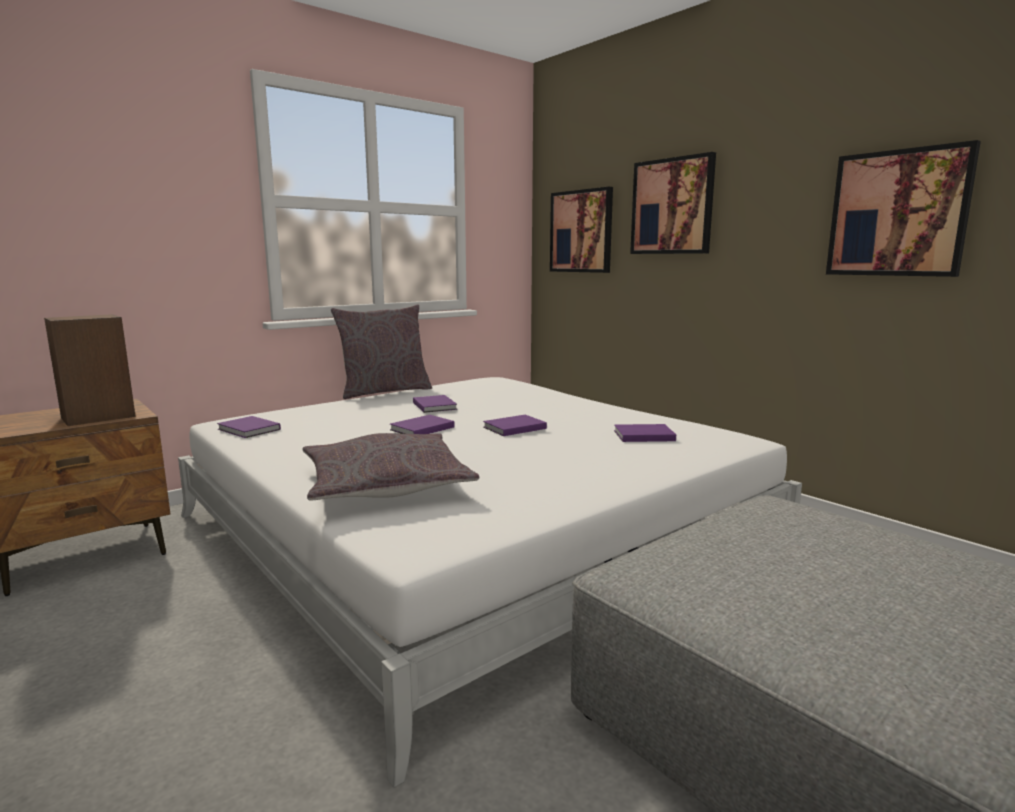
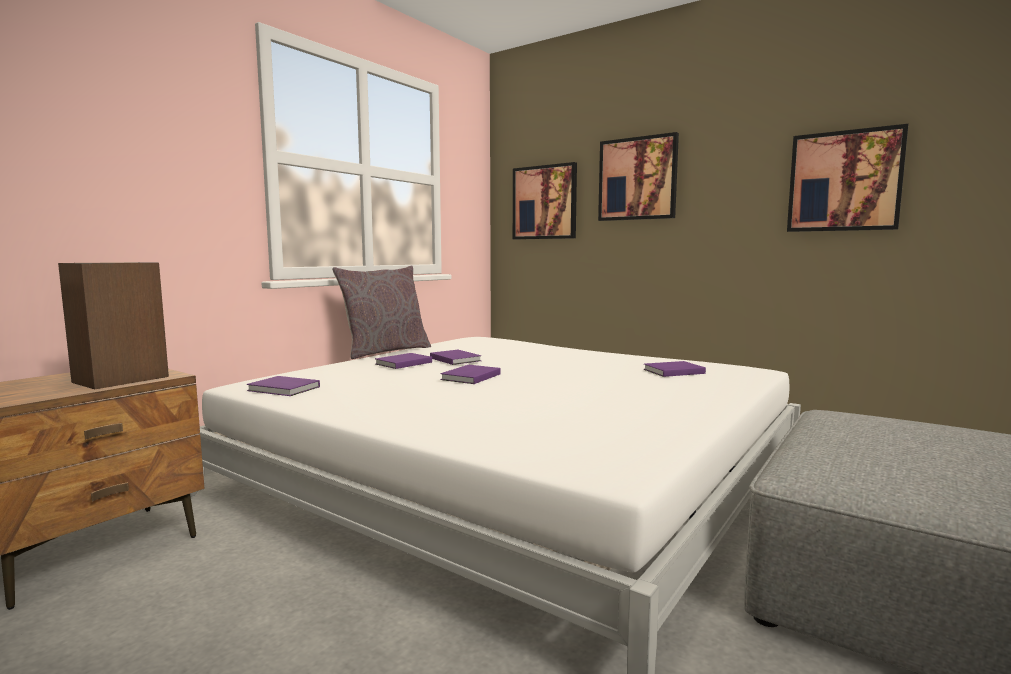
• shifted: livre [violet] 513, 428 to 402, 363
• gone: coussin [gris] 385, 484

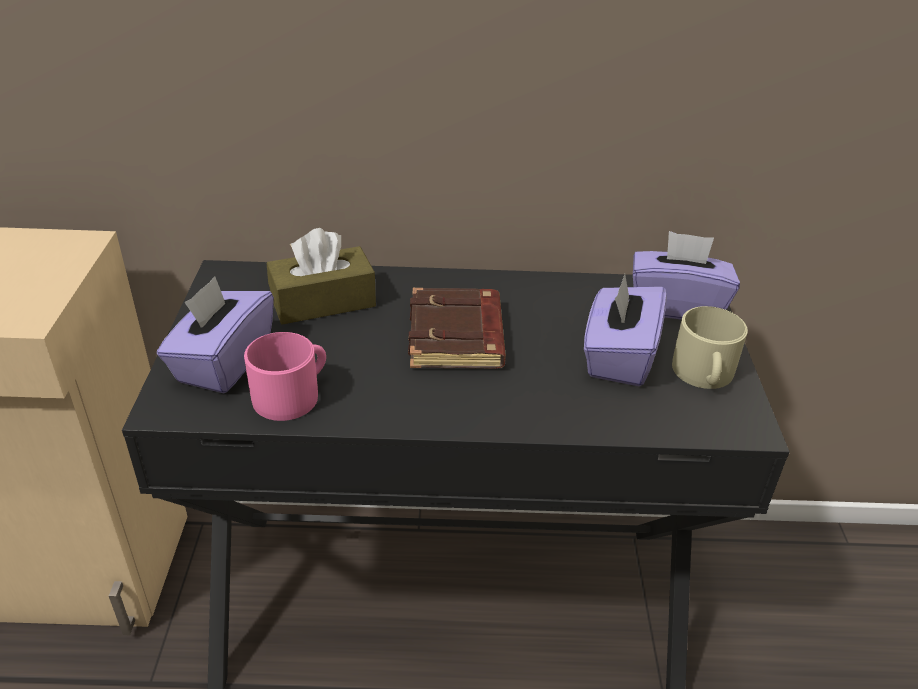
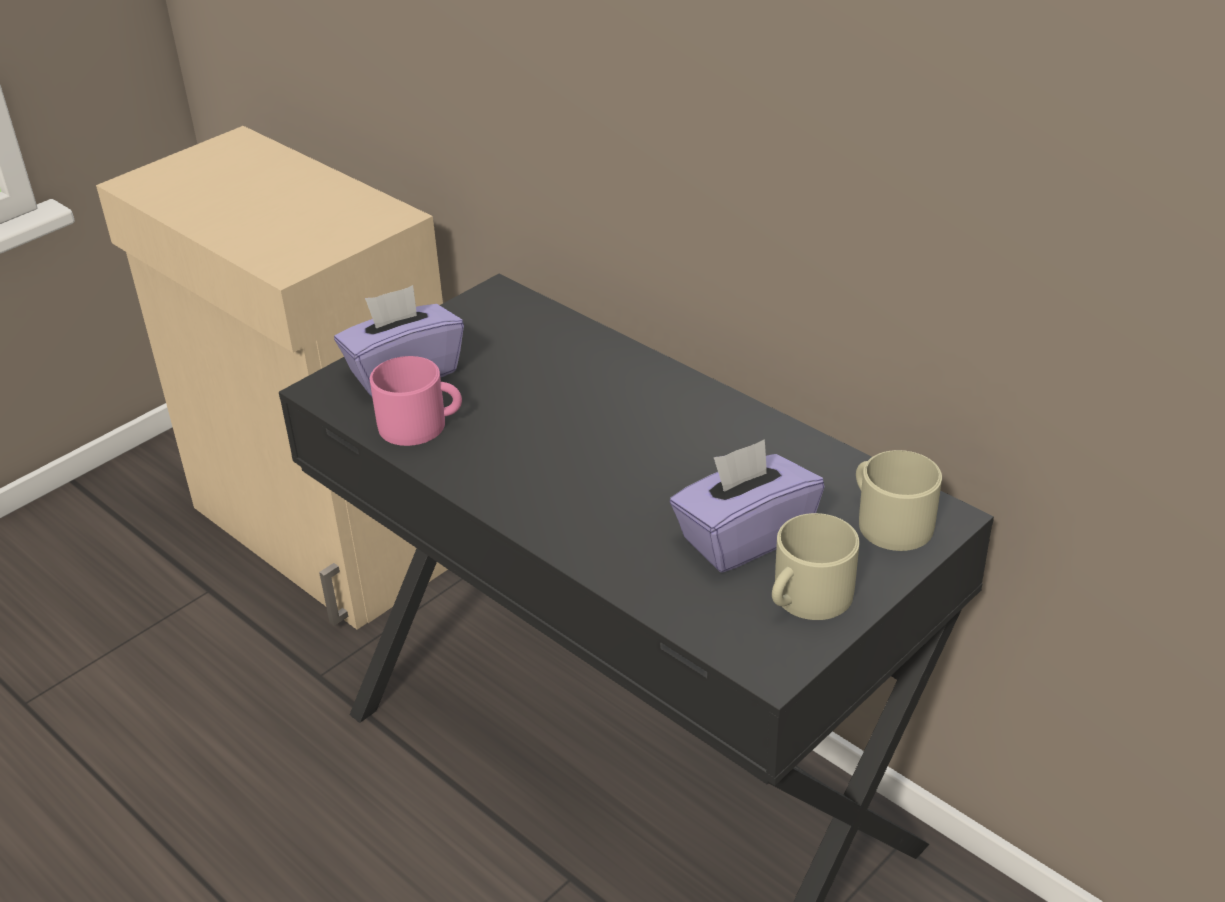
• gone: boîte à mouchoirs [marron] 323, 302
• swapped: boîte à mouchoirs [violet] 676, 305 to mug [beige] 888, 520
• gone: livre [marron] 458, 337

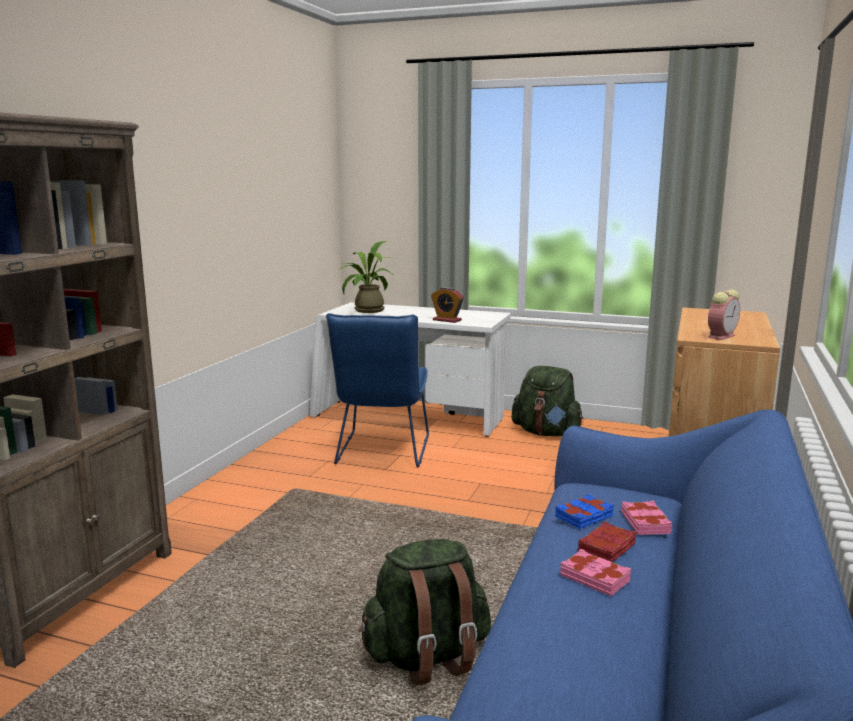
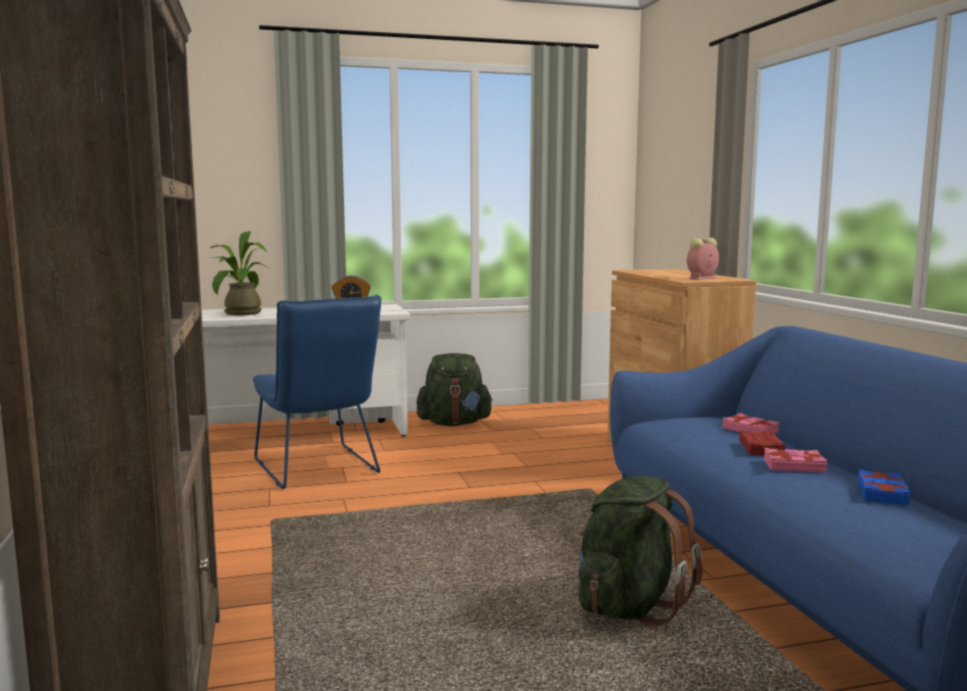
• rotated: réveil 721, 336 = 701, 278 135 degrees counterclockwise
• shifted: livre [bleu] 584, 516 to 883, 493

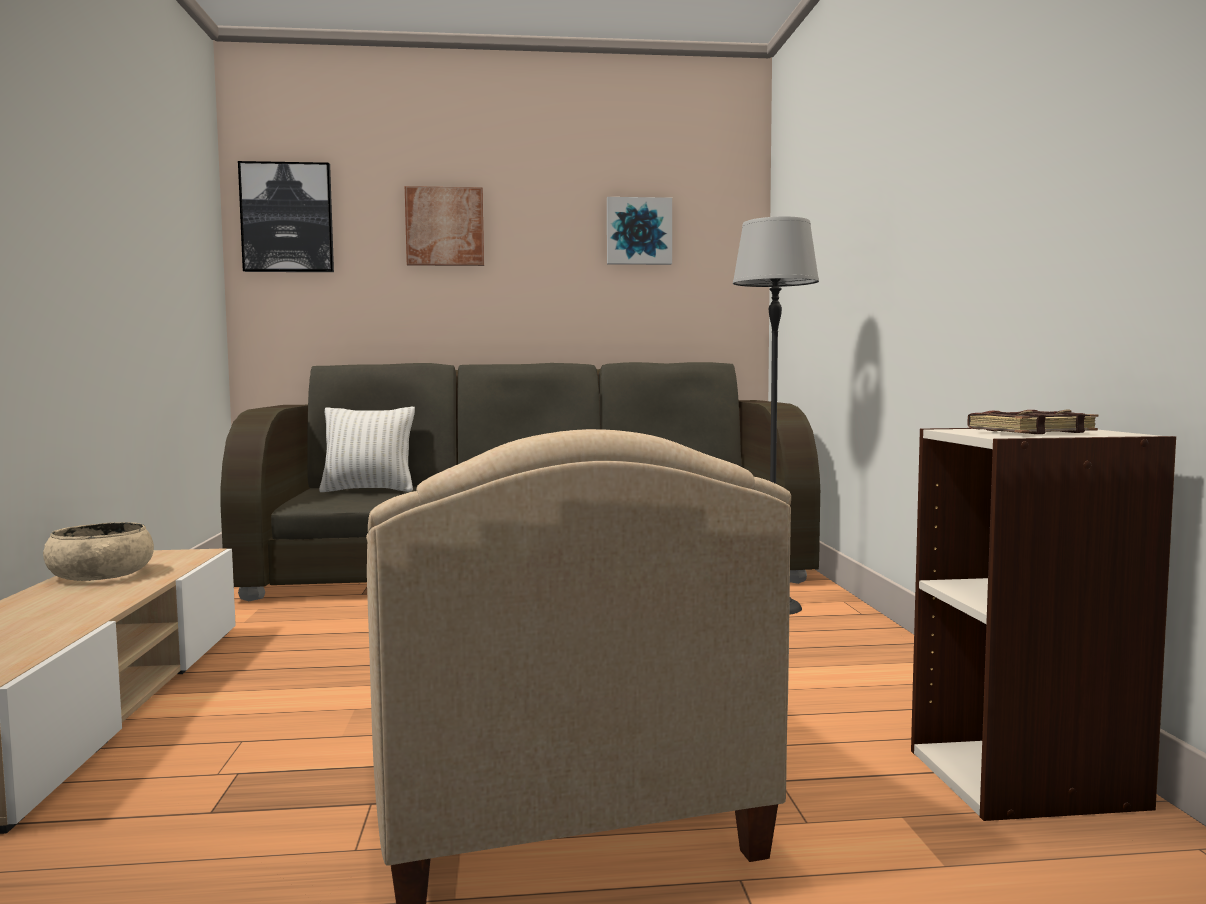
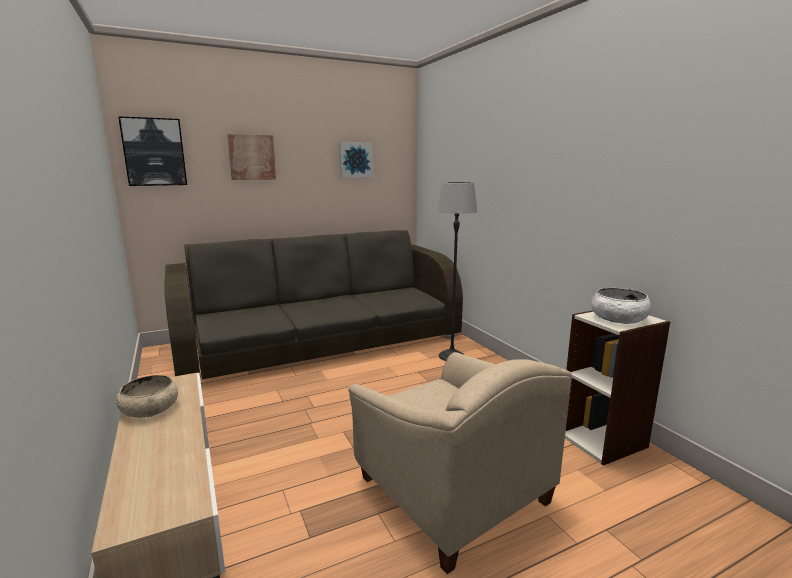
• gone: coussin [blanc] 369, 490
• swapped: livre [marron] 1030, 431 to bol [blanc] 618, 318

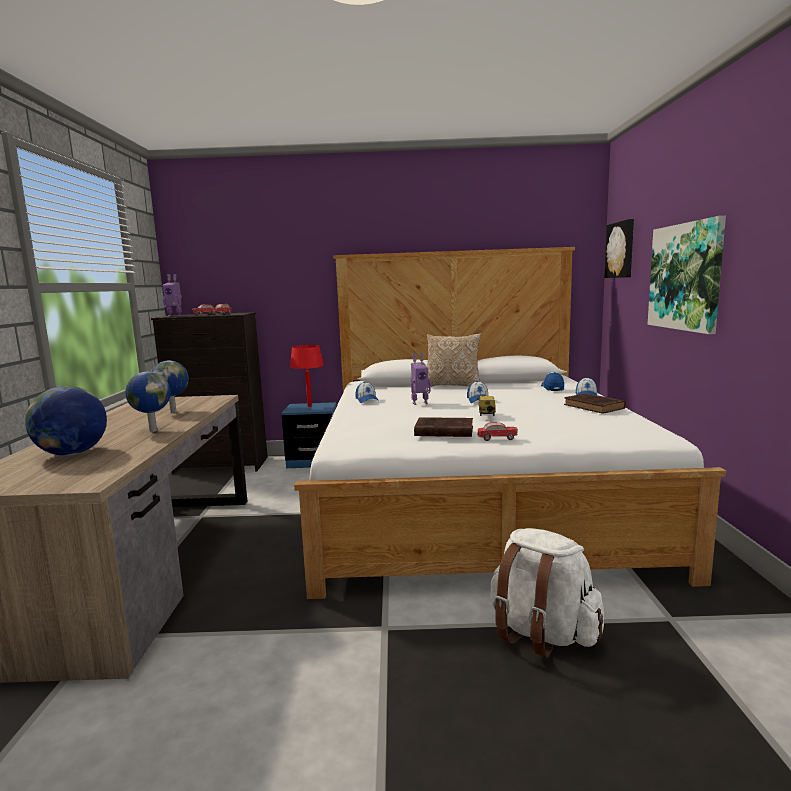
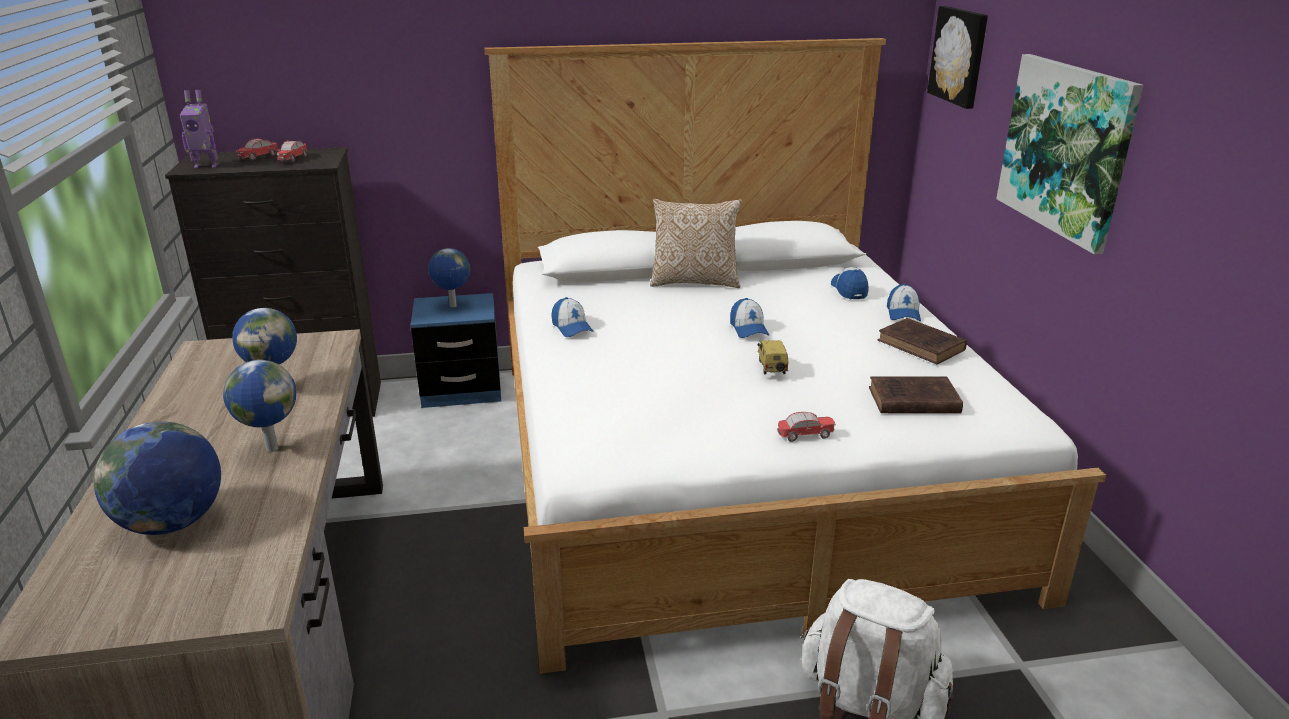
• swapped: lampe de table [rouge] 309, 406 to globe 452, 306
• gone: robot jouet 419, 403
• shifted: livre [marron] 442, 431 to 911, 401

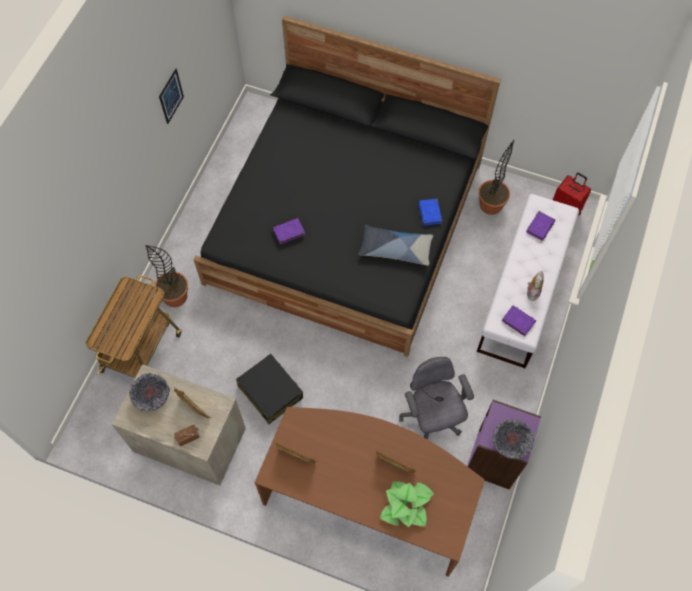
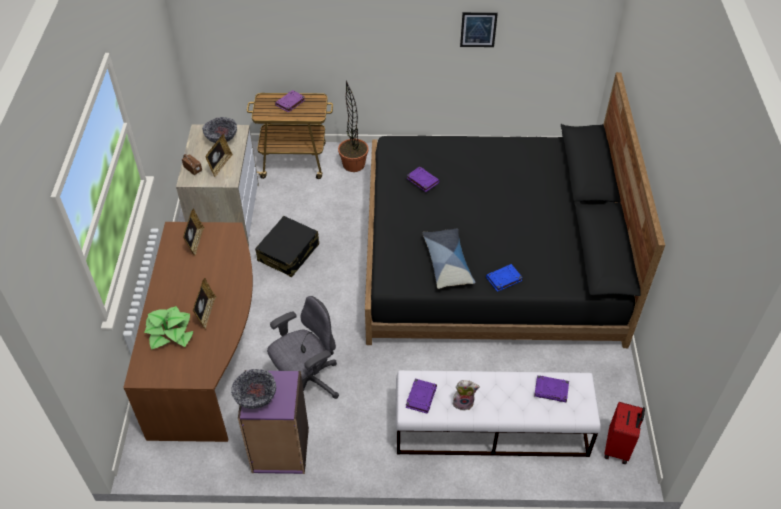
• gone: plante en pot 491, 205
• new: livre [violet] 290, 103

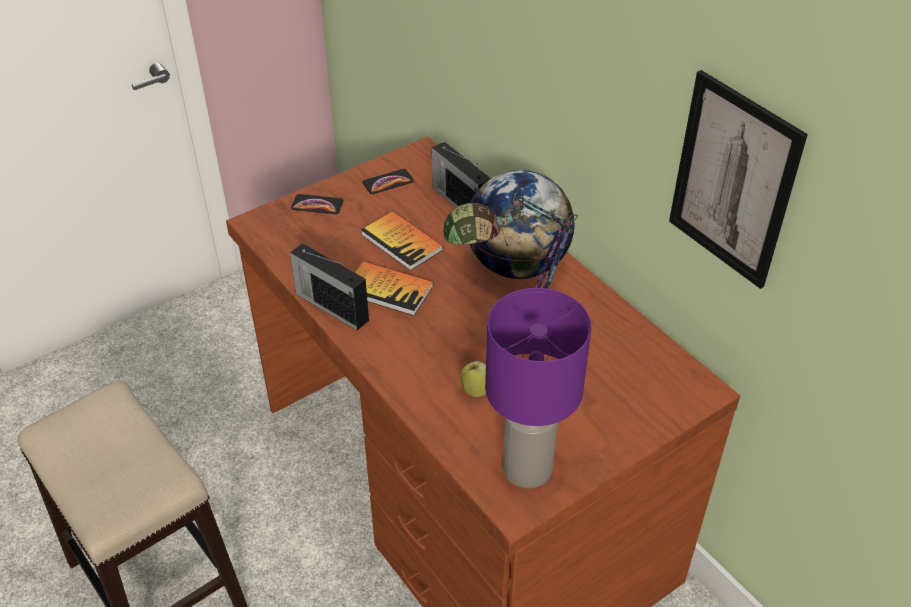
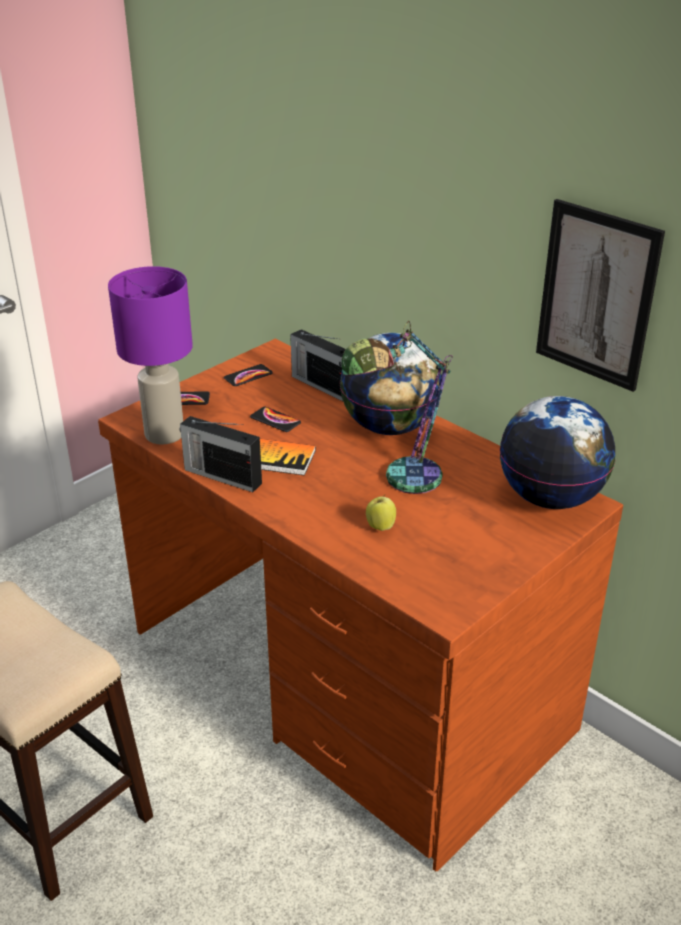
• swapped: livre 402, 242 to téléphone 275, 420
• shifted: lampe de table [violet] 527, 470 to 164, 435
• new: globe 551, 498

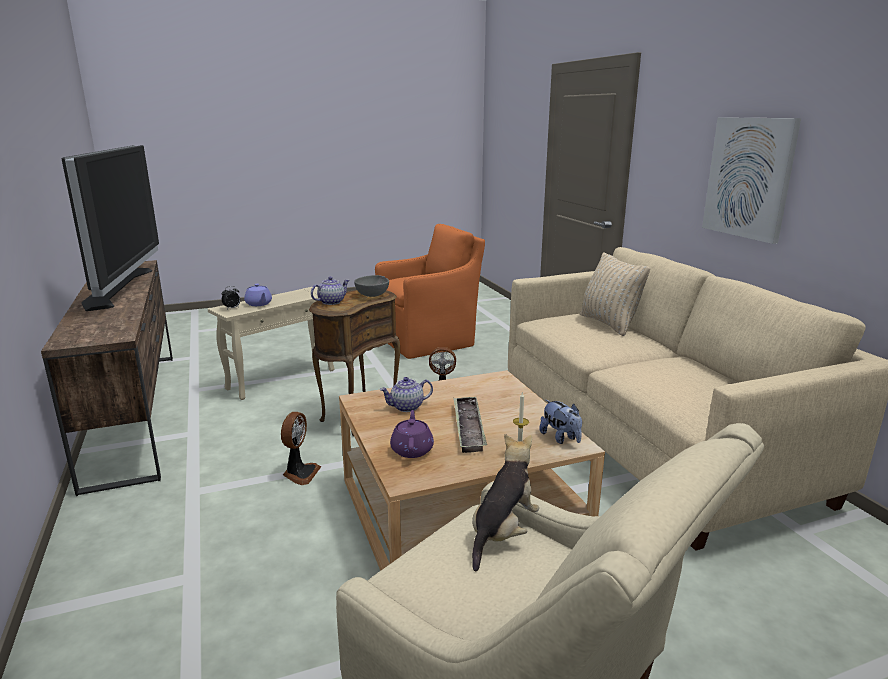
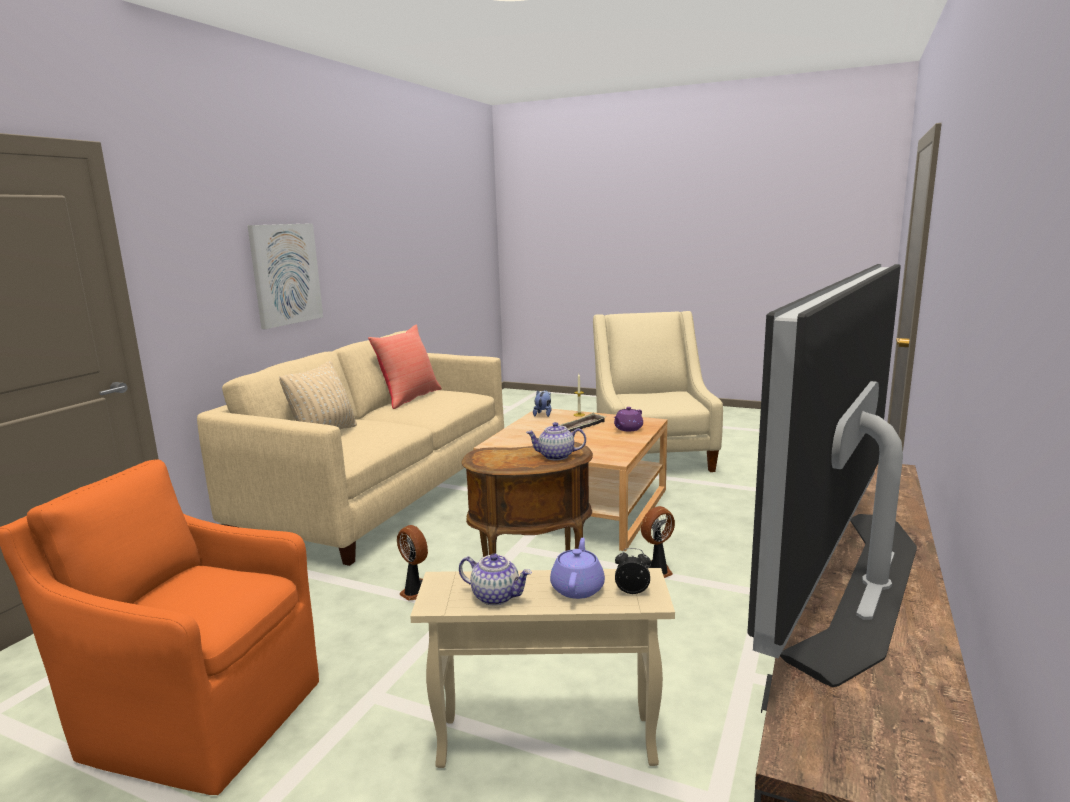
• gone: bol [gris] 373, 295
• shifted: théière 407, 407 to 496, 596
• gone: peluche 503, 532
• new: coussin [rouge] 409, 398

